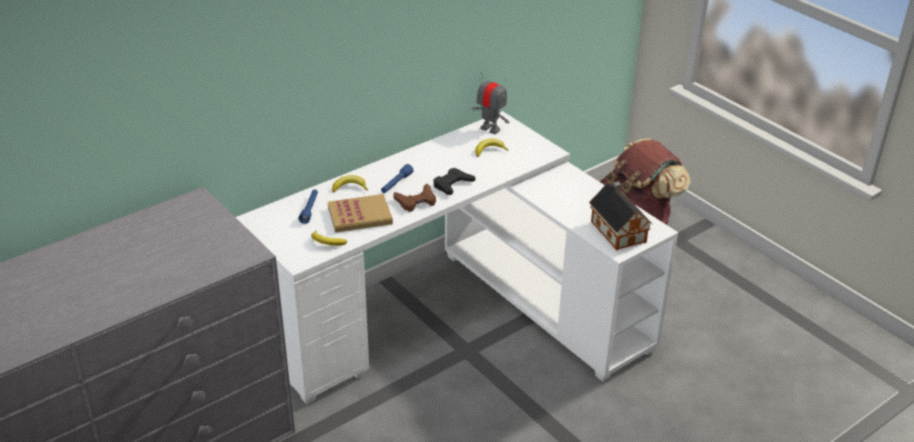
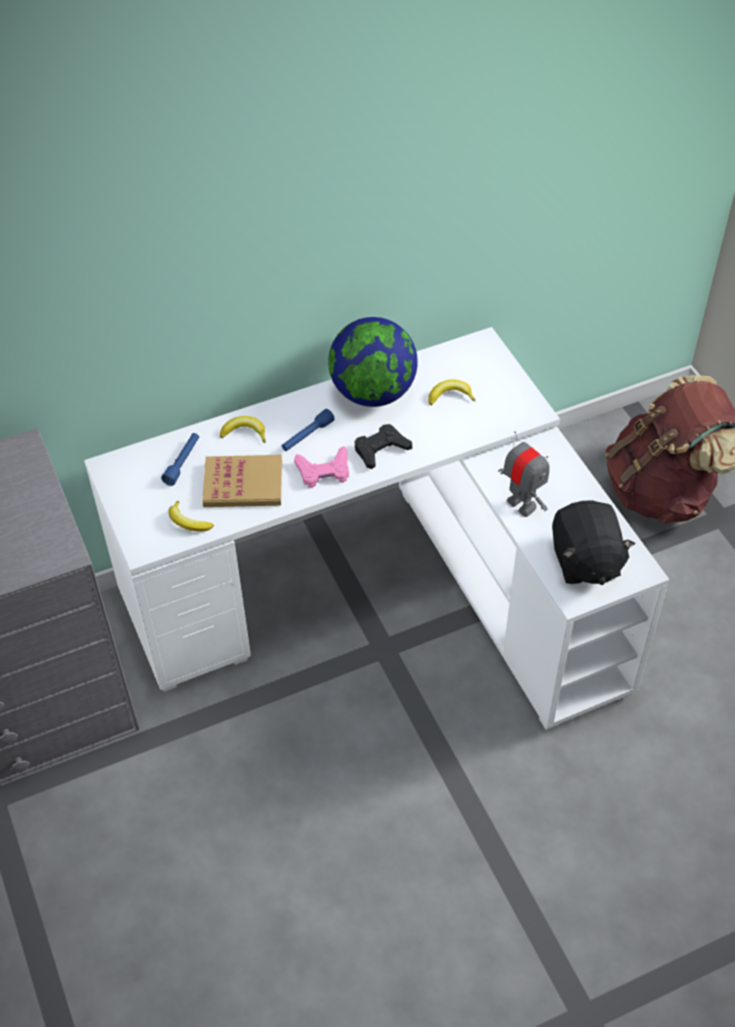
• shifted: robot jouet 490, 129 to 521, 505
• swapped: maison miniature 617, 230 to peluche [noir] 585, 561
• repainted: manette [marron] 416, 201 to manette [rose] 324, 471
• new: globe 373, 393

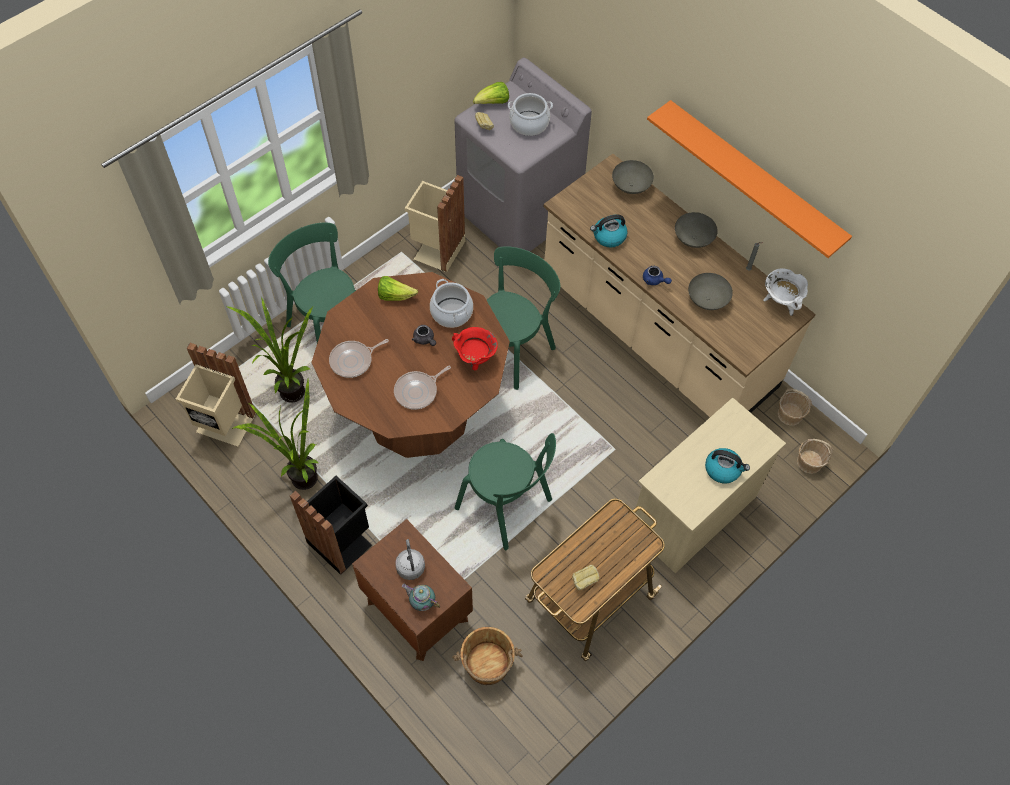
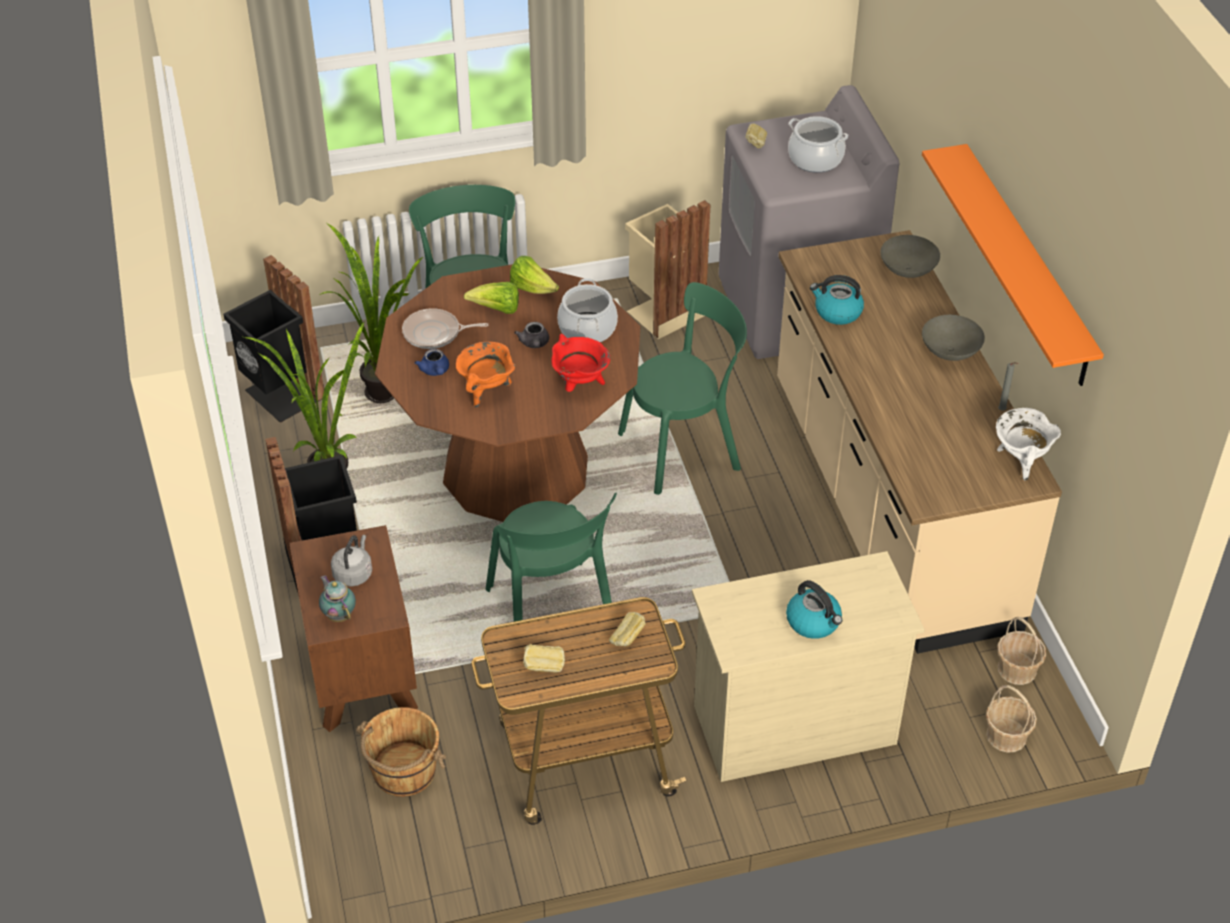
• shifted: laitue 493, 103 to 497, 309
• shifted: théière [bleu] 654, 280 to 435, 371
• gone: bol [gris] 707, 299
• repainted: poubelle [beige] 225, 425 to poubelle [noir] 282, 395
• swapped: poêle 418, 391 to marmite [orange] 486, 391
• new: pain 627, 639

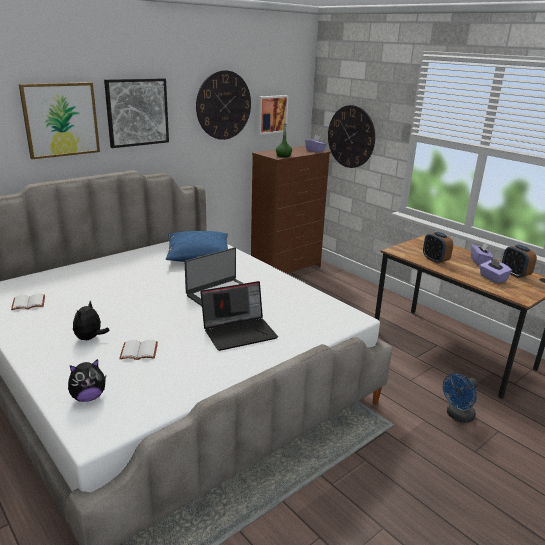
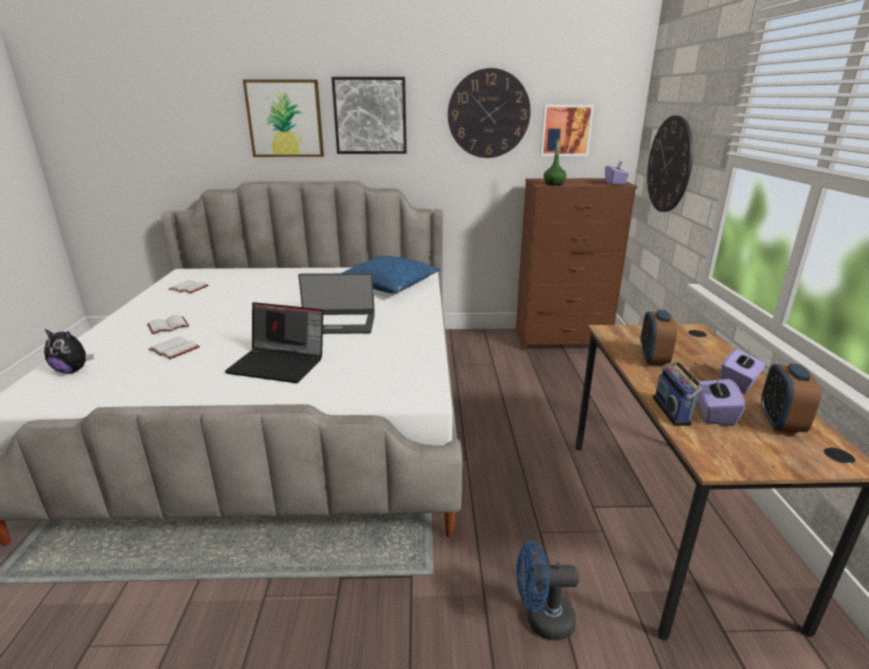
• swapped: peluche 90, 338 to livre [blanc] 168, 327
• new: radio 674, 411

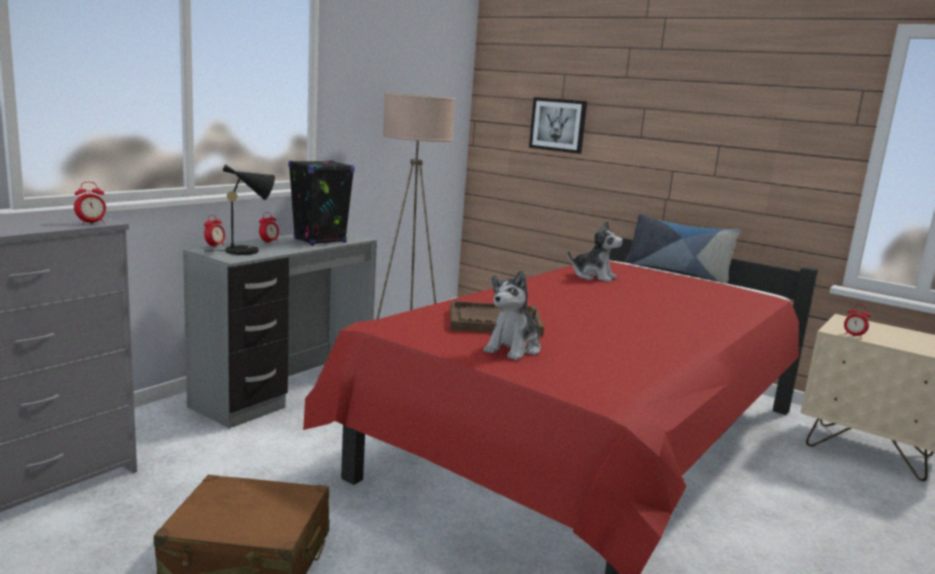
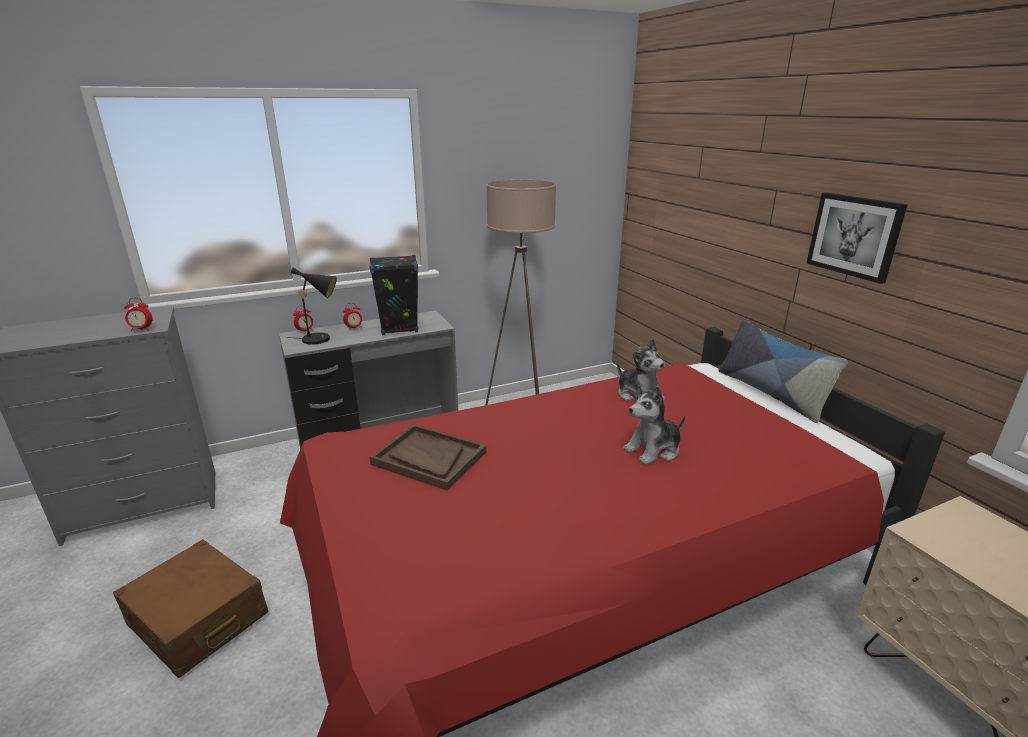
• shifted: tableau 558, 125 to 854, 236
• shifted: peluche 514, 349 to 653, 450
• gone: réveil 853, 336

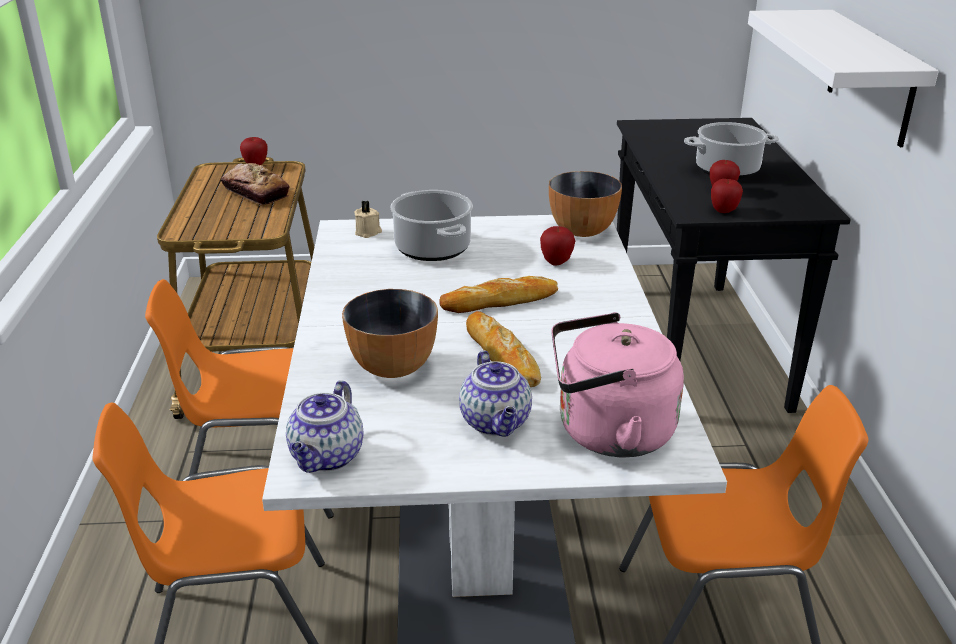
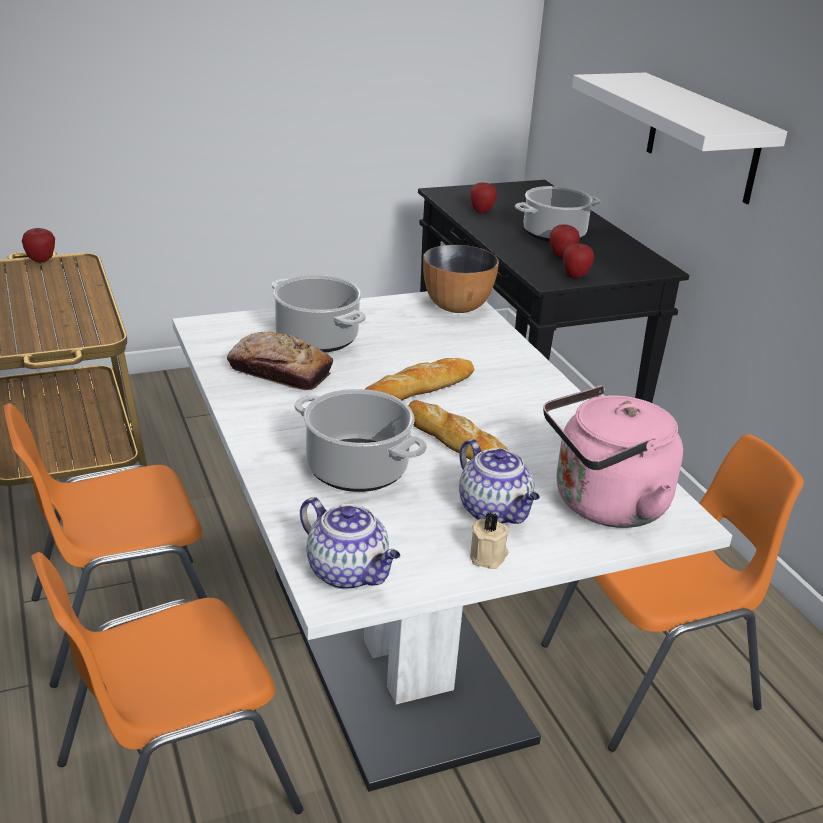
• shifted: pain 255, 192 to 280, 371
• shifted: bougie [beige] 368, 232 to 489, 556
• shifted: pomme 556, 262 to 482, 211
• swapped: bol 392, 367 to marmite 355, 469
• rotated: théière 327, 458 = 349, 573 45 degrees counterclockwise

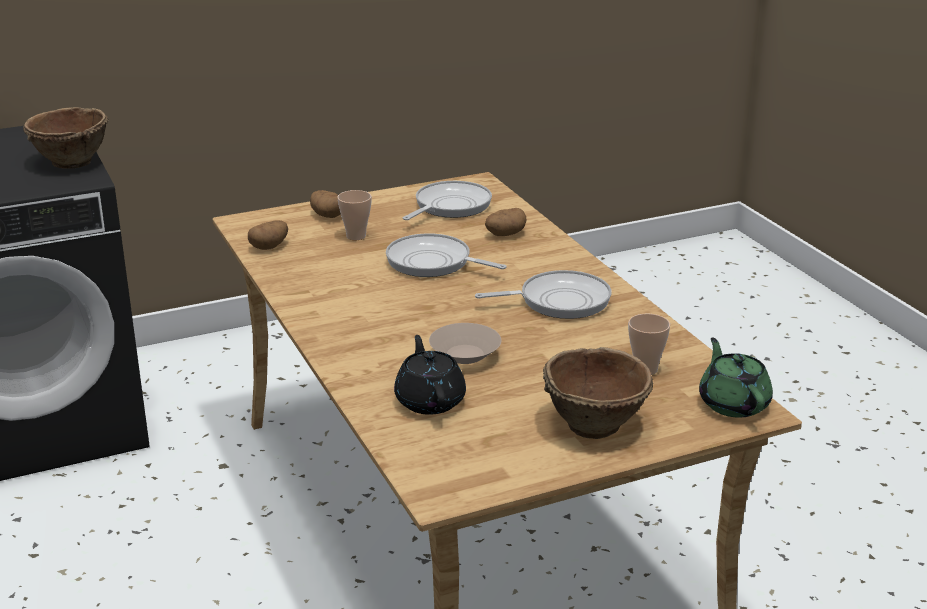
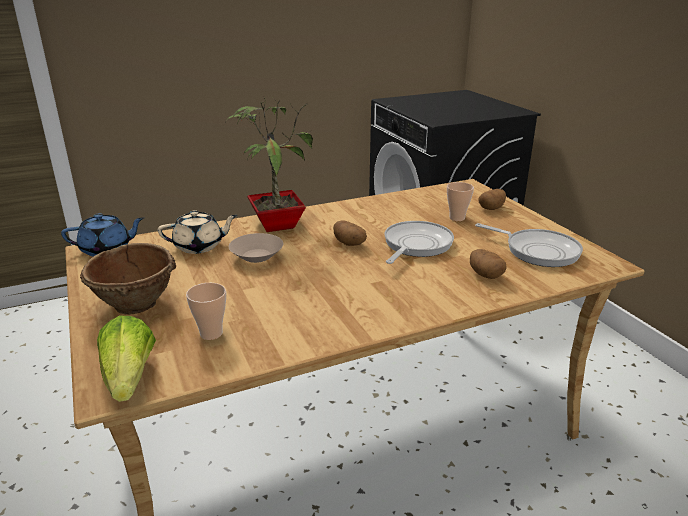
• gone: bol [marron] 71, 163
• shifted: pomme de terre 269, 247 to 350, 244
• gone: poêle 559, 301
• repainted: théière [noir] 430, 400 to théière [beige] 199, 246
• swapped: théière [vert] 733, 403 to laitue 129, 378
• new: plante en pot 276, 224
• new: théière [bleu] 107, 249

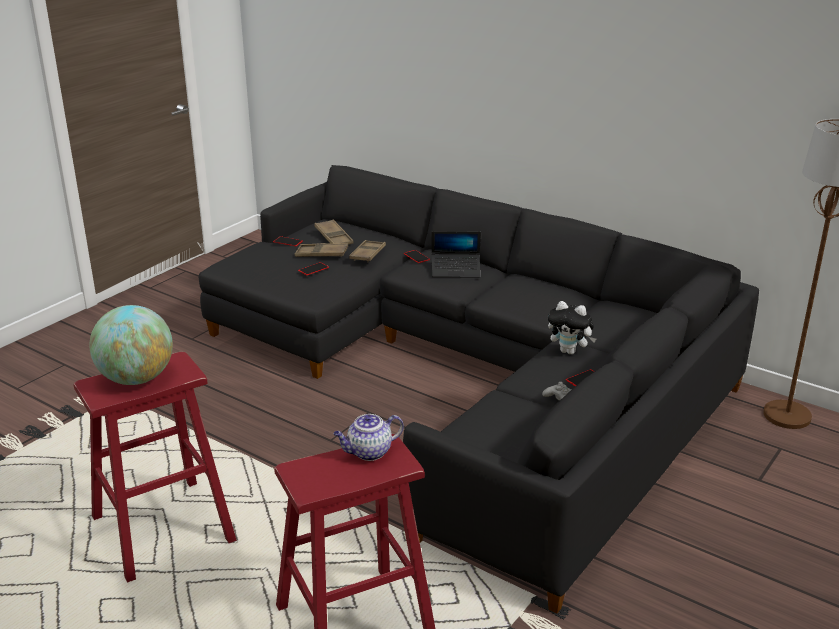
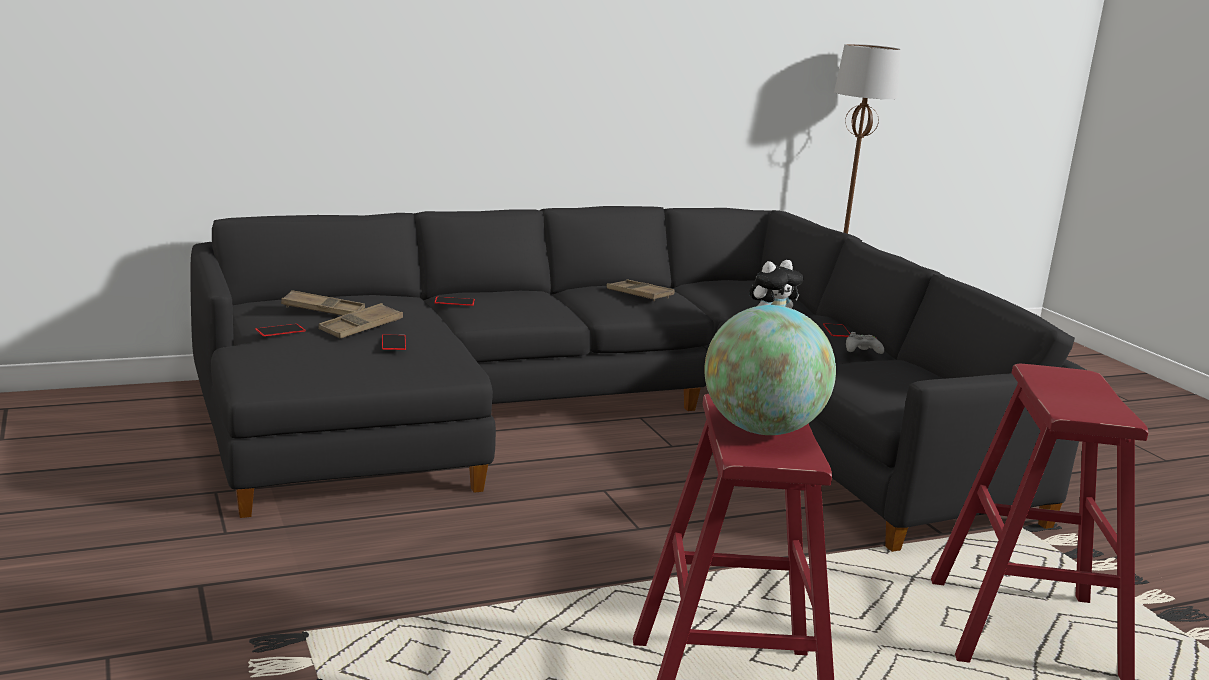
• gone: ordinateur portable 455, 270
• shifted: plateau [marron] 367, 254 to 639, 295
• gone: théière 368, 452

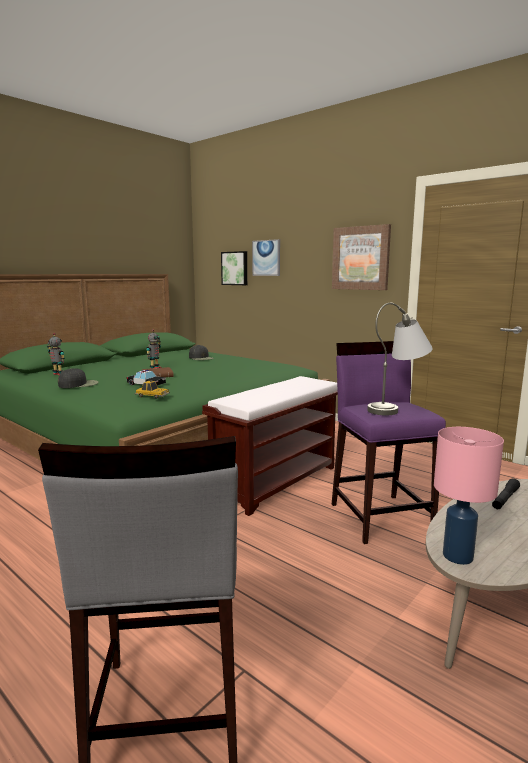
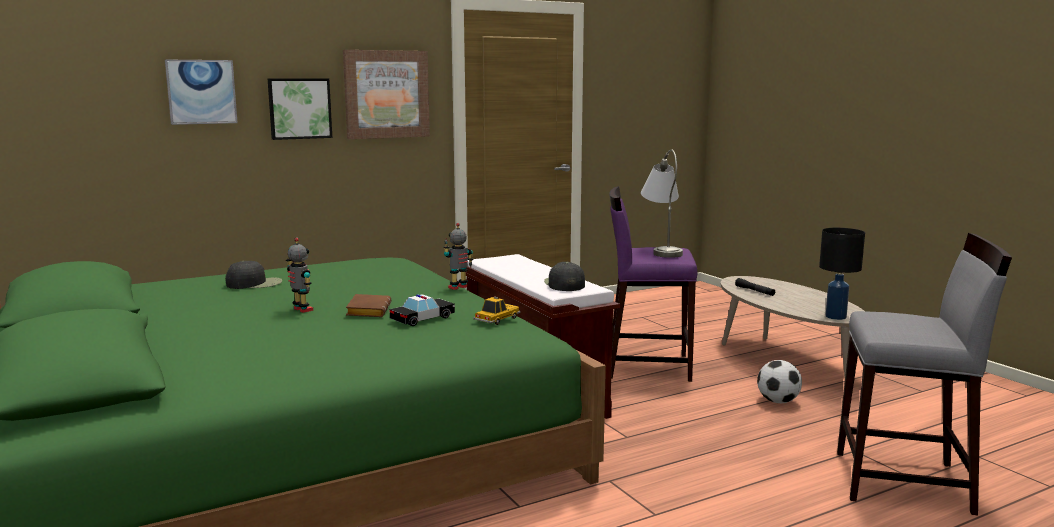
• shifted: tableau 235, 268 to 299, 108
• shifted: robot jouet 58, 374 to 458, 287
• shifted: casquette [noir] 79, 384 to 564, 284
• repainted: lampe de table [rose] 457, 556 to lampe de table [noir] 836, 317
• new: ballon de foot 778, 401

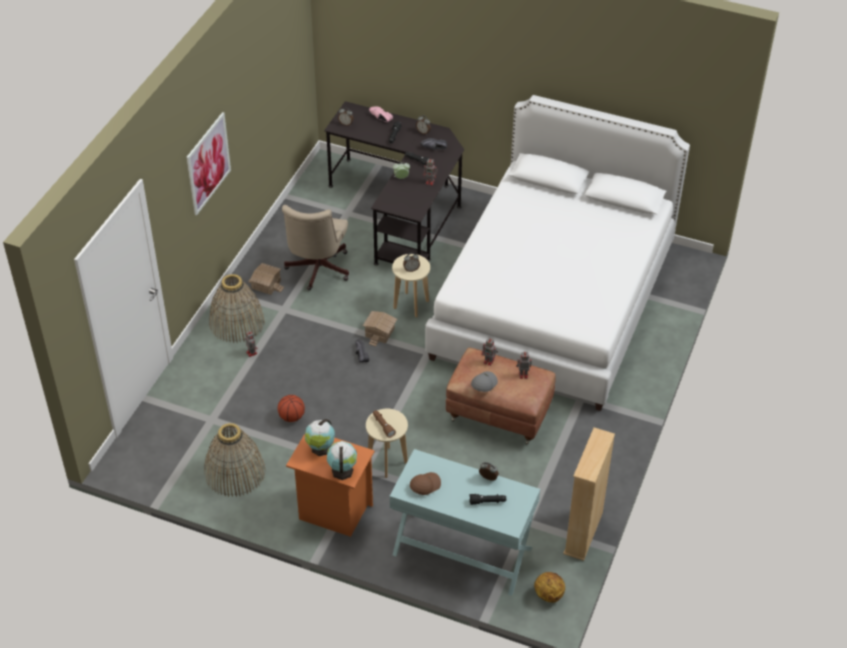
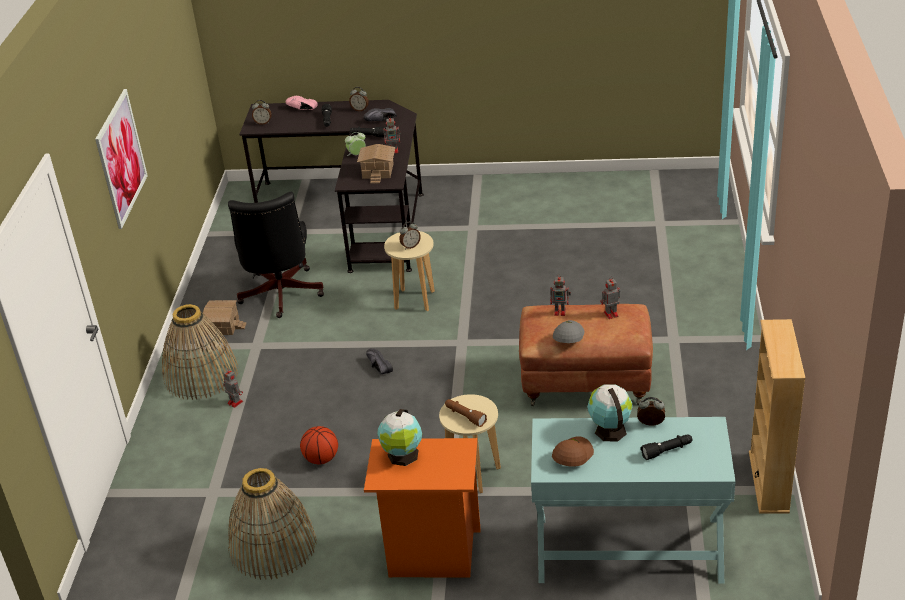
• gone: lit [blanc] 553, 301
• repainted: chaise de bureau [beige] 317, 271 to chaise de bureau [noir] 280, 296
• shifted: maison miniature 379, 332 to 377, 171
• shifted: globe 342, 470 to 609, 430
• gone: ballon de basket 548, 595

